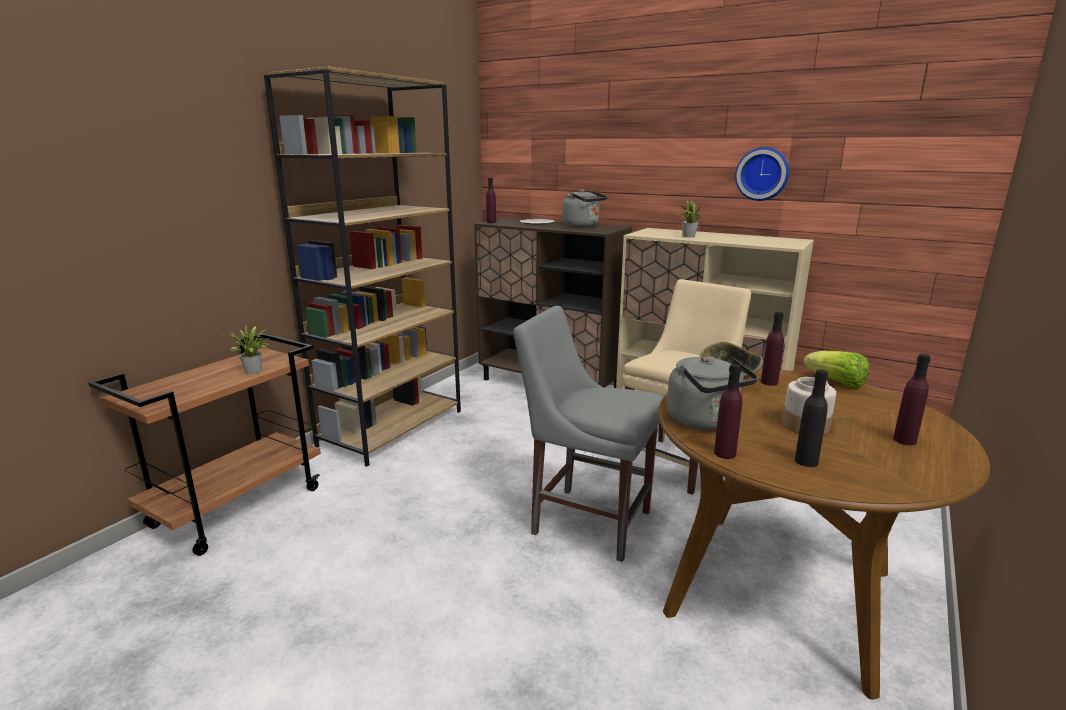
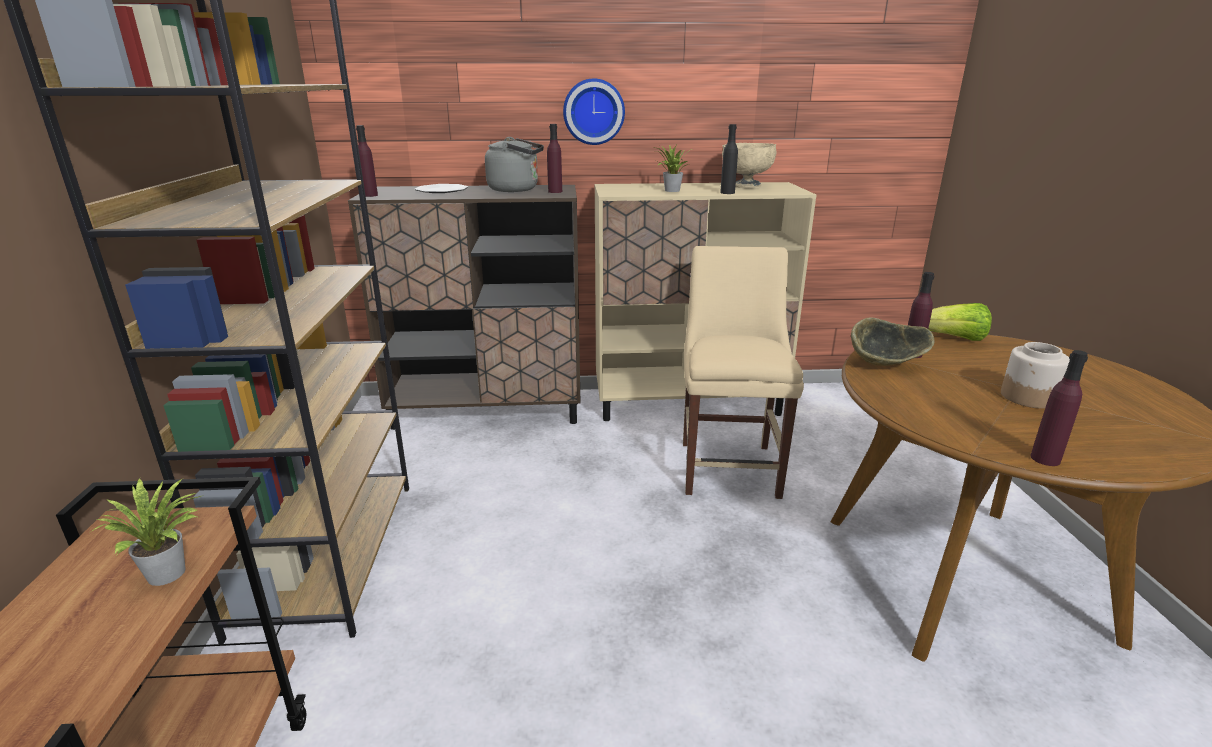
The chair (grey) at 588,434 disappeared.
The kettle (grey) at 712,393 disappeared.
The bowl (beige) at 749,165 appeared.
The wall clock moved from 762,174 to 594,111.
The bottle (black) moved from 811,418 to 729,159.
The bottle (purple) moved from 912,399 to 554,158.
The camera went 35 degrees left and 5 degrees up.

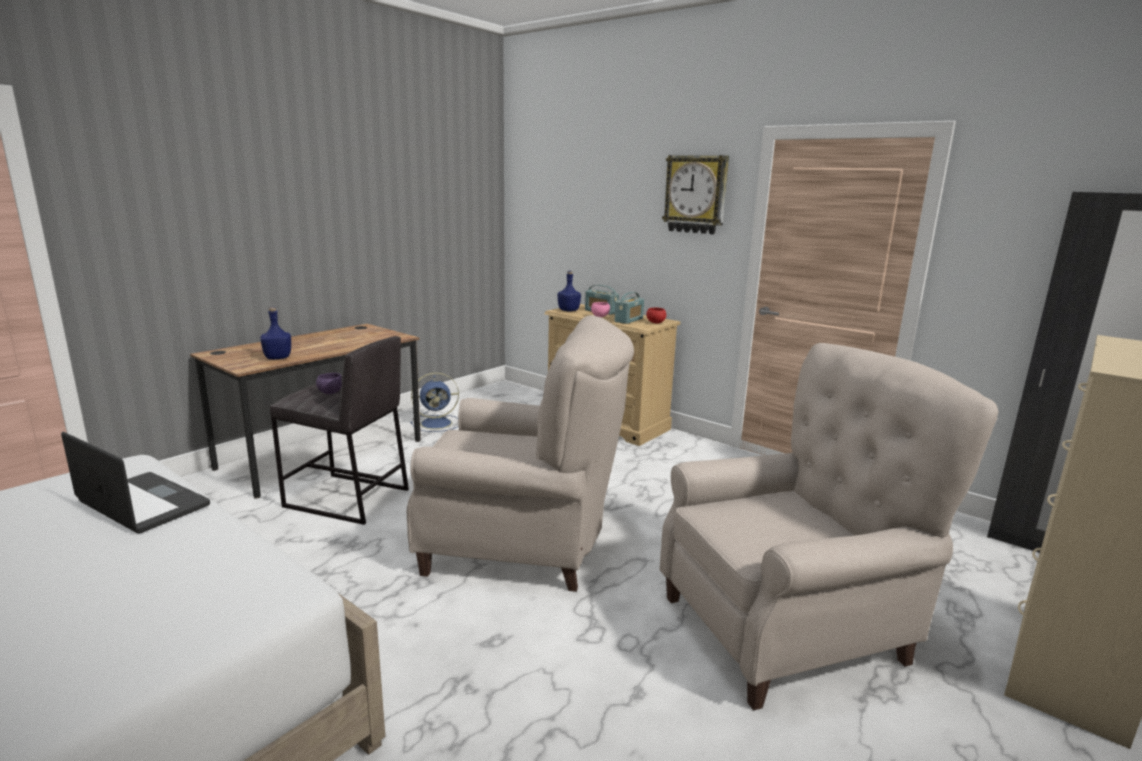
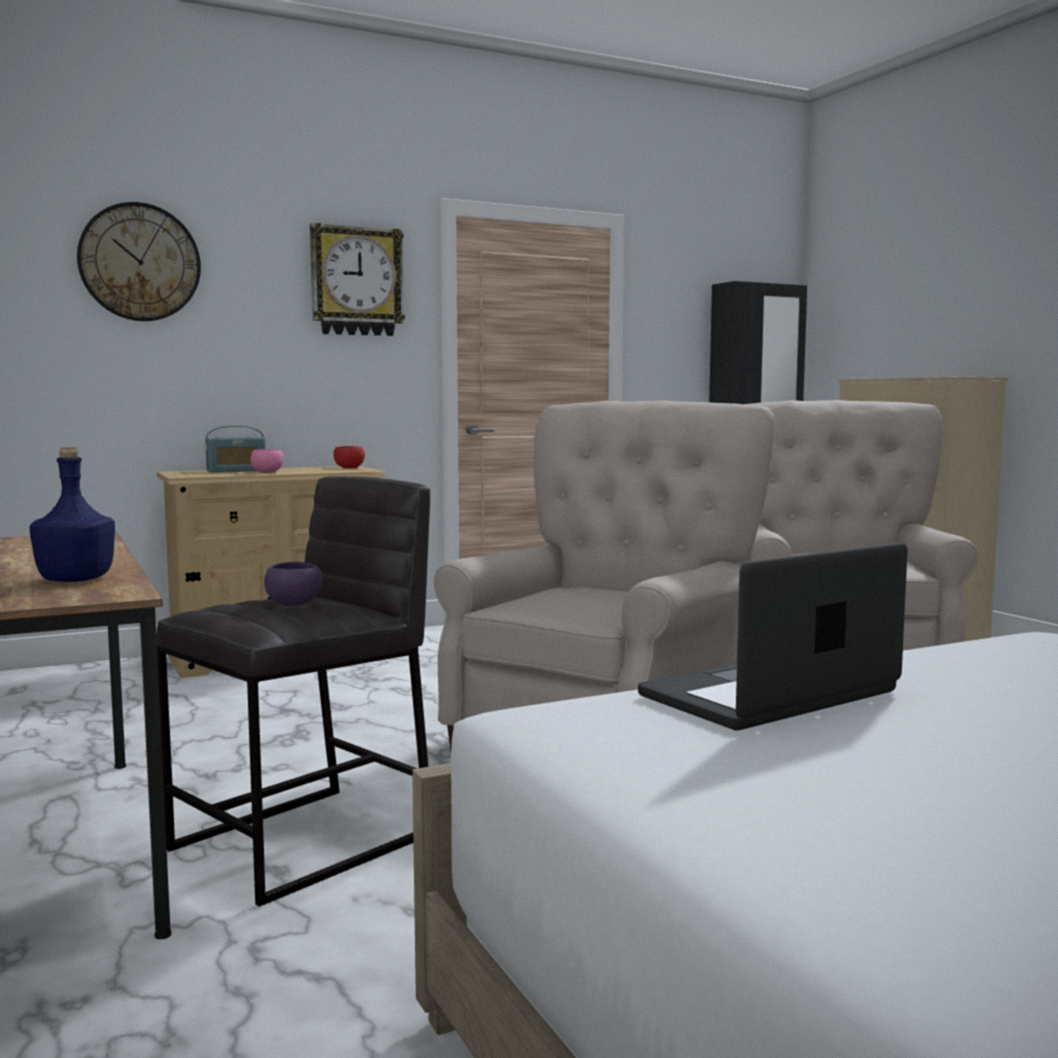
The fan (blue) at 434,402 disappeared.
The bottle (blue) at 569,291 disappeared.
The radio at 629,308 disappeared.
The wall clock at 139,261 appeared.
The camera went 65 degrees left and 10 degrees down.

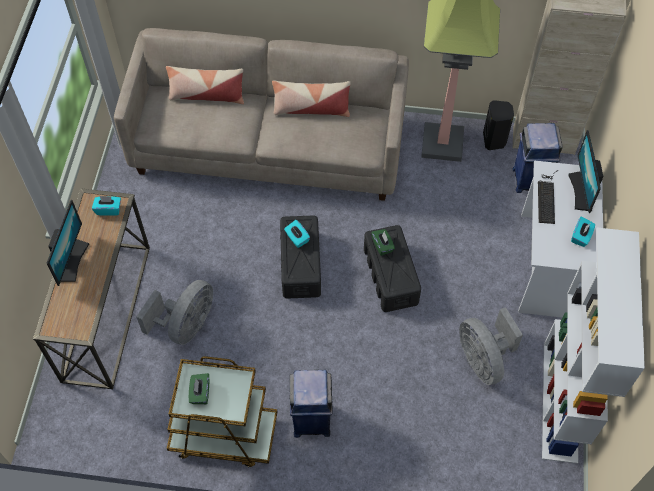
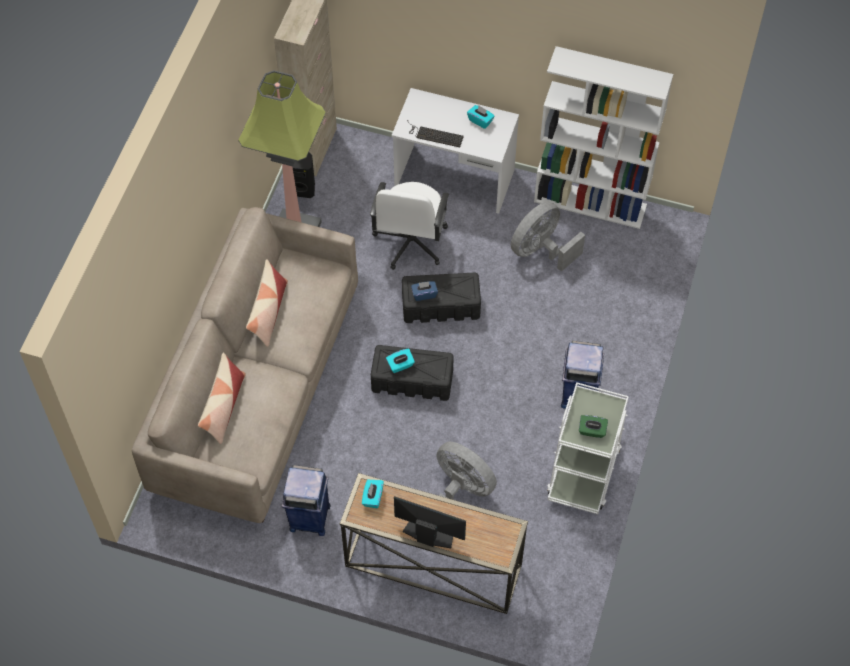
The monitor at 585,171 disappeared.
The office chair (white) at 409,226 appeared.
The trash can (blue) moved from 538,158 to 306,500.
The cart (brown) at 222,411 became the cart (white) at 588,448.
The tissue box (green) at 383,242 became the tissue box (blue) at 424,291.
The fan (grey) at 491,346 turned 150 degrees clockwise.
The camera went 80 degrees left and 0 degrees up.

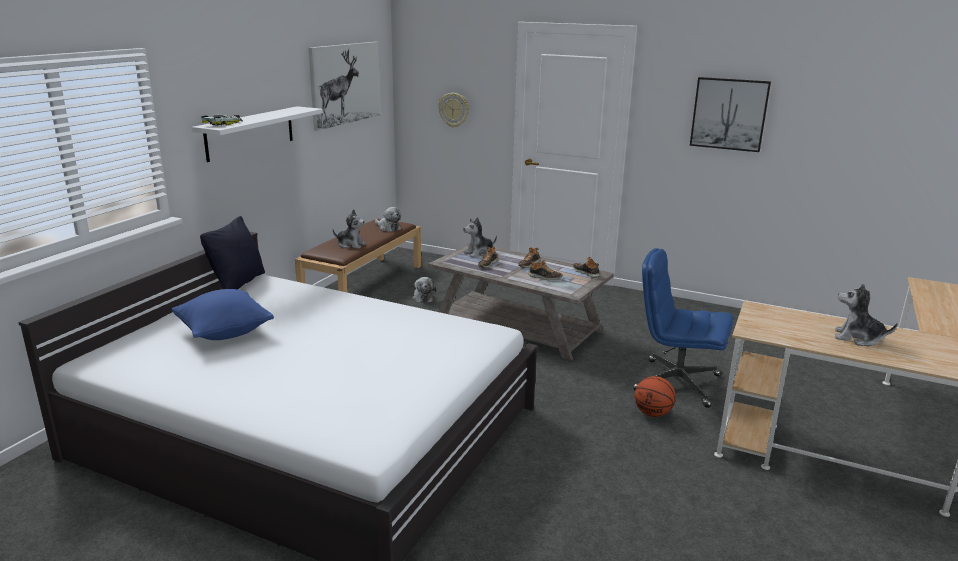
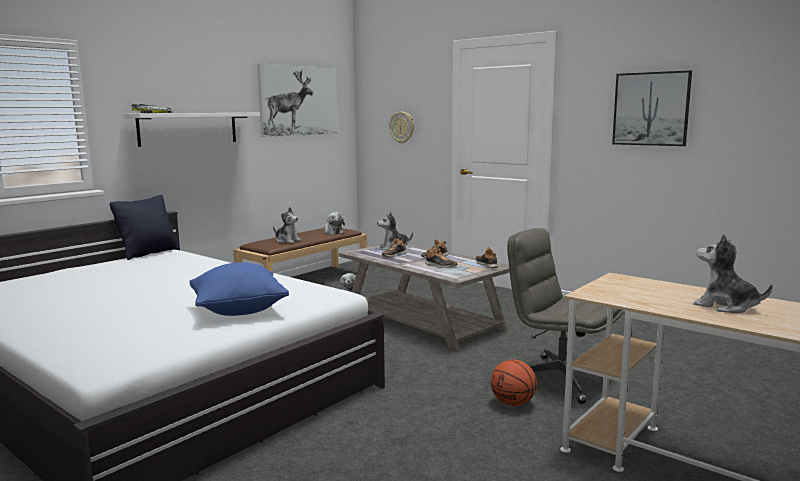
The pillow (blue) moved from 223,314 to 239,289.
The office chair (blue) at 683,328 became the office chair (grey) at 565,316.
The camera went 15 degrees right and 10 degrees down.

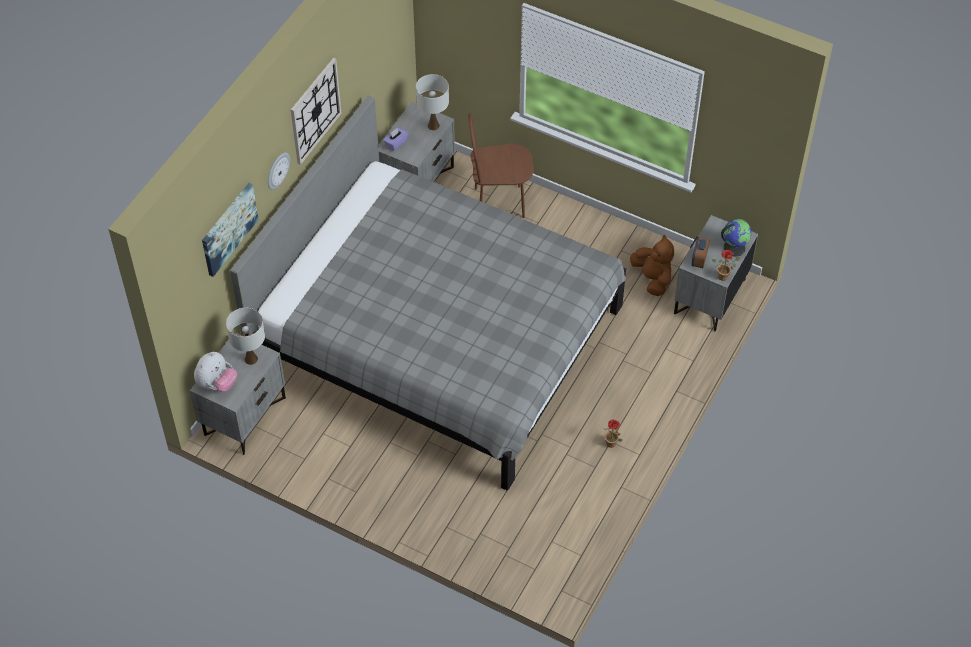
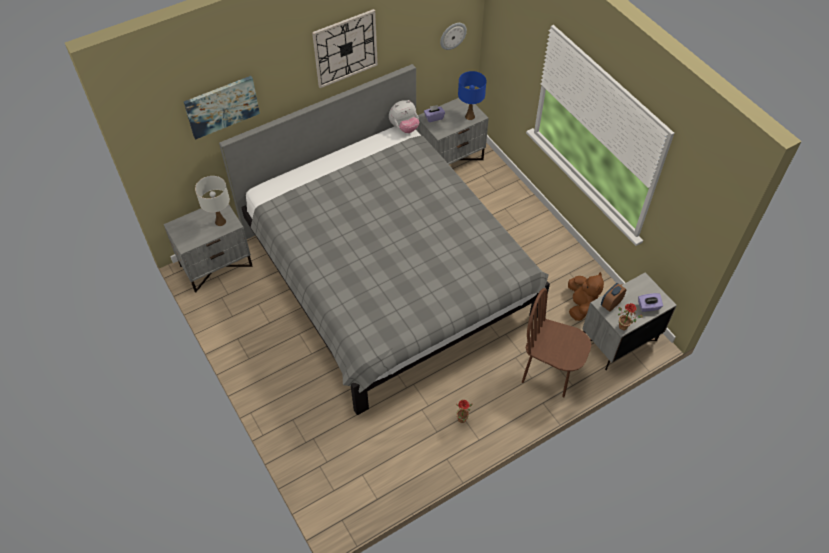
The plush toy moved from 215,372 to 404,116.
The wall clock moved from 279,171 to 453,36.
The chair (brown) moved from 501,166 to 556,342.
The globe at 736,238 was replaced by the tissue box (purple) at 650,302.
The table lamp (white) at 432,102 became the table lamp (blue) at 472,95.
The camera went 30 degrees right and 0 degrees up.

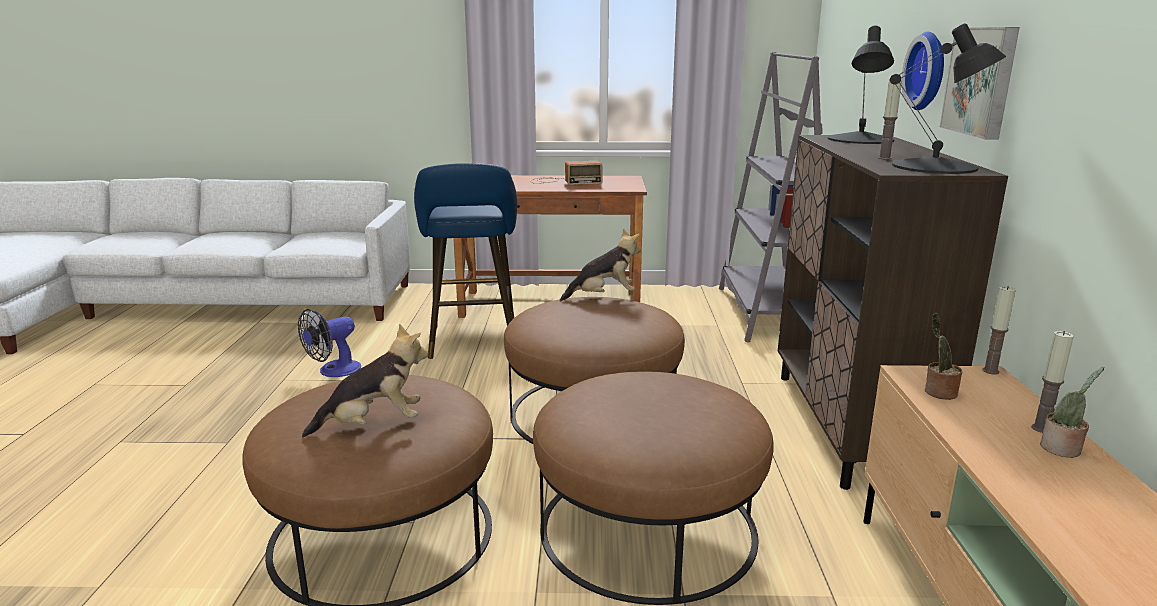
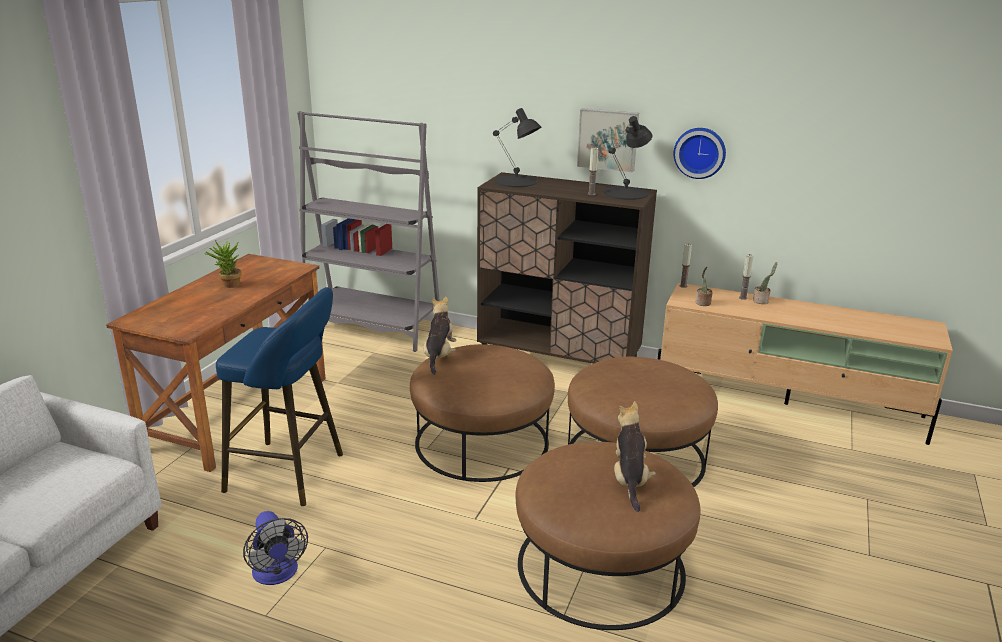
The wall clock moved from 923,70 to 700,153.
The radio at 566,173 was replaced by the potted plant at 223,264.
The camera went 70 degrees left and 5 degrees up.

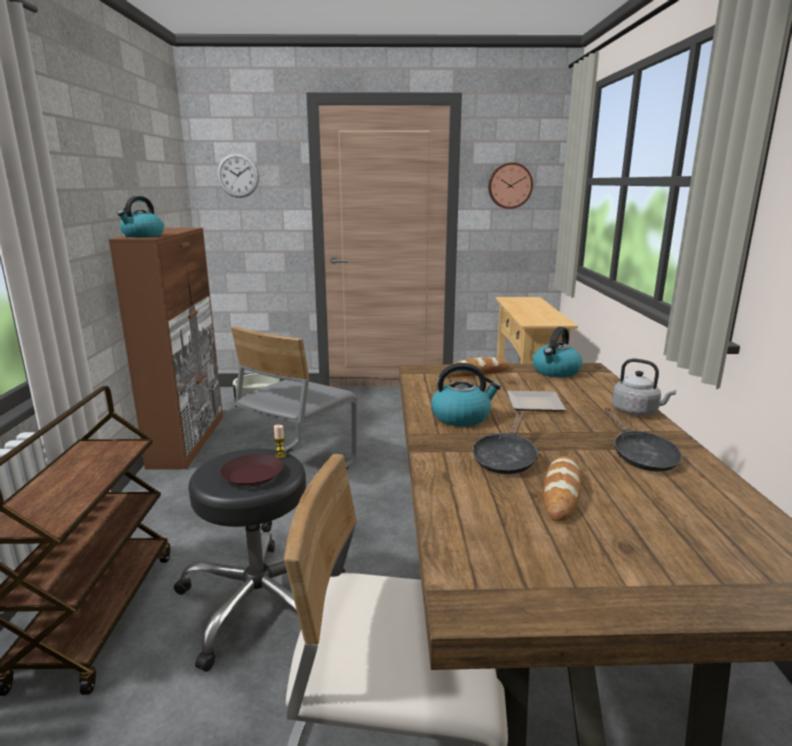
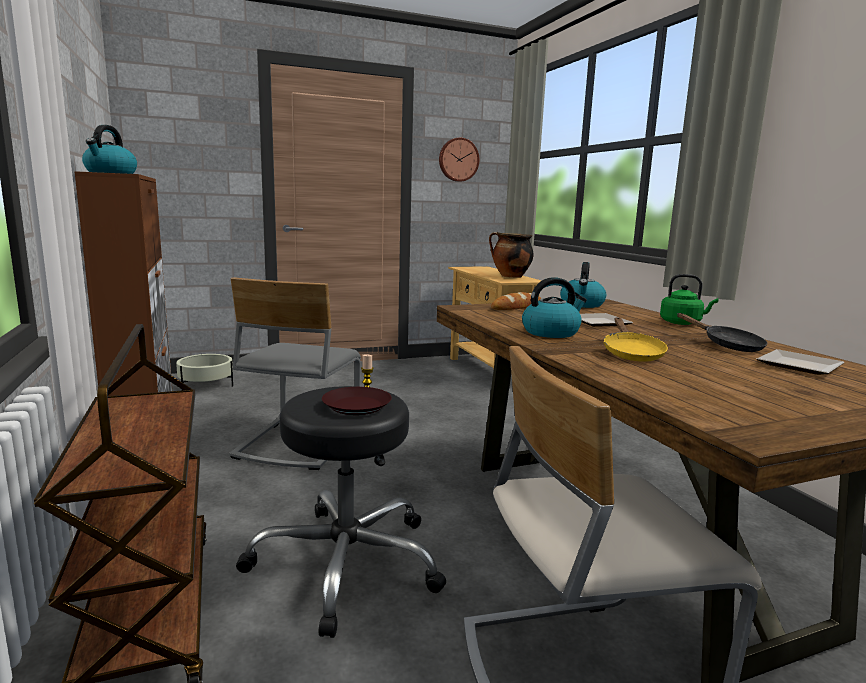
The wall clock at 238,175 disappeared.
The bread at 562,488 disappeared.
The cooking pot at 511,255 appeared.
The plate at 801,362 appeared.
The frying pan (black) at 505,442 became the frying pan (yellow) at 636,339.
The kettle (grey) at 644,387 became the kettle (green) at 689,299.
The camera went 20 degrees left and 5 degrees down.

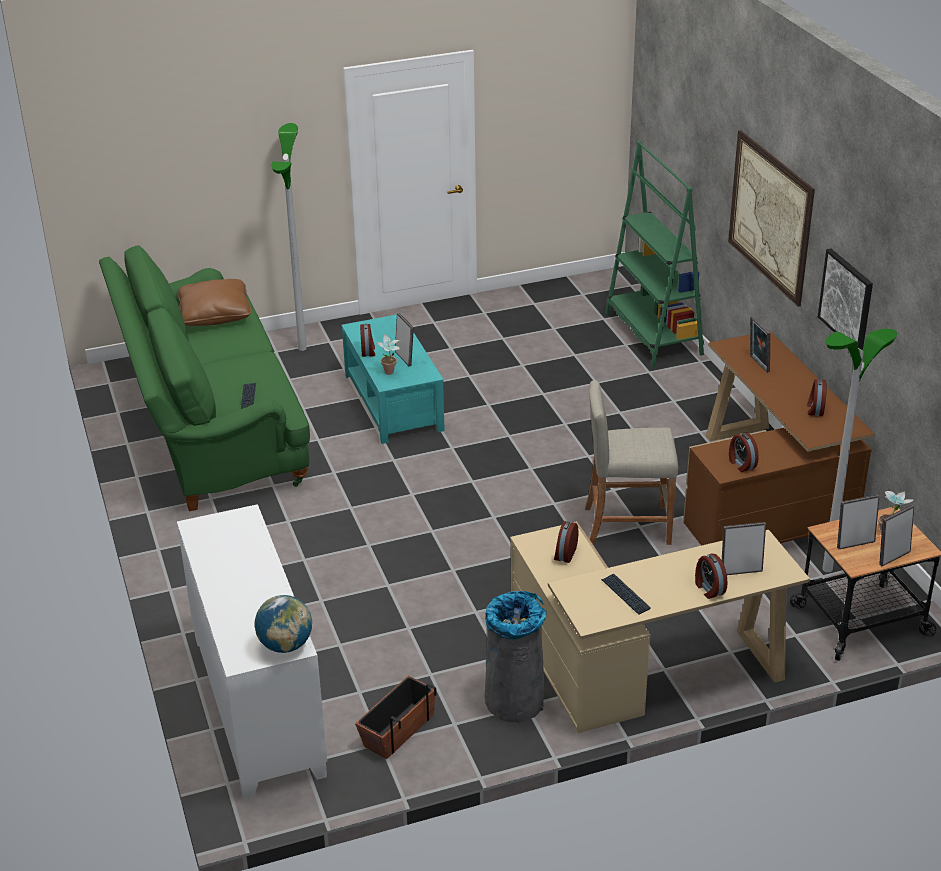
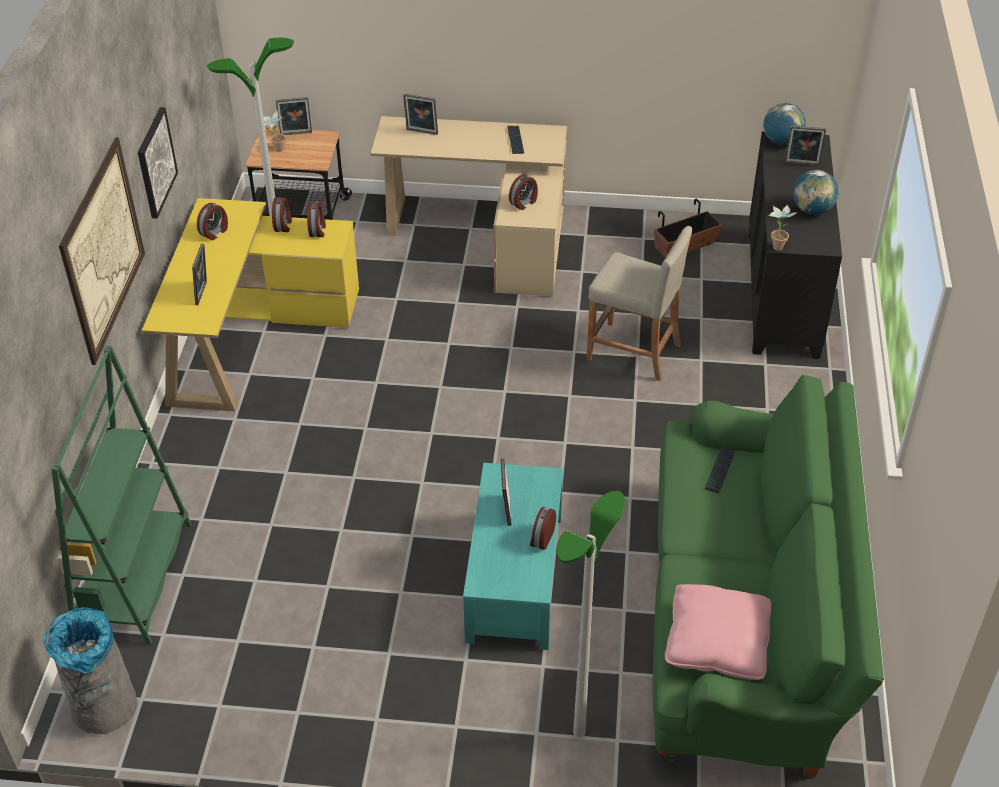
The globe at 815,192 appeared.
The potted plant moved from 388,354 to 783,228.
The trash can (grey) moved from 515,656 to 90,670.
The stool (beige) moved from 631,462 to 639,303.
The alarm clock moved from 711,576 to 282,214.
The picture frame moved from 858,521 to 805,145.
The pillow (brown) at 214,302 became the pillow (pink) at 718,632.
The cabinet (white) at 252,651 became the cabinet (black) at 795,245.
The desk (brown) at 779,438 became the desk (yellow) at 250,304.
The camera went 155 degrees left and 10 degrees up.

